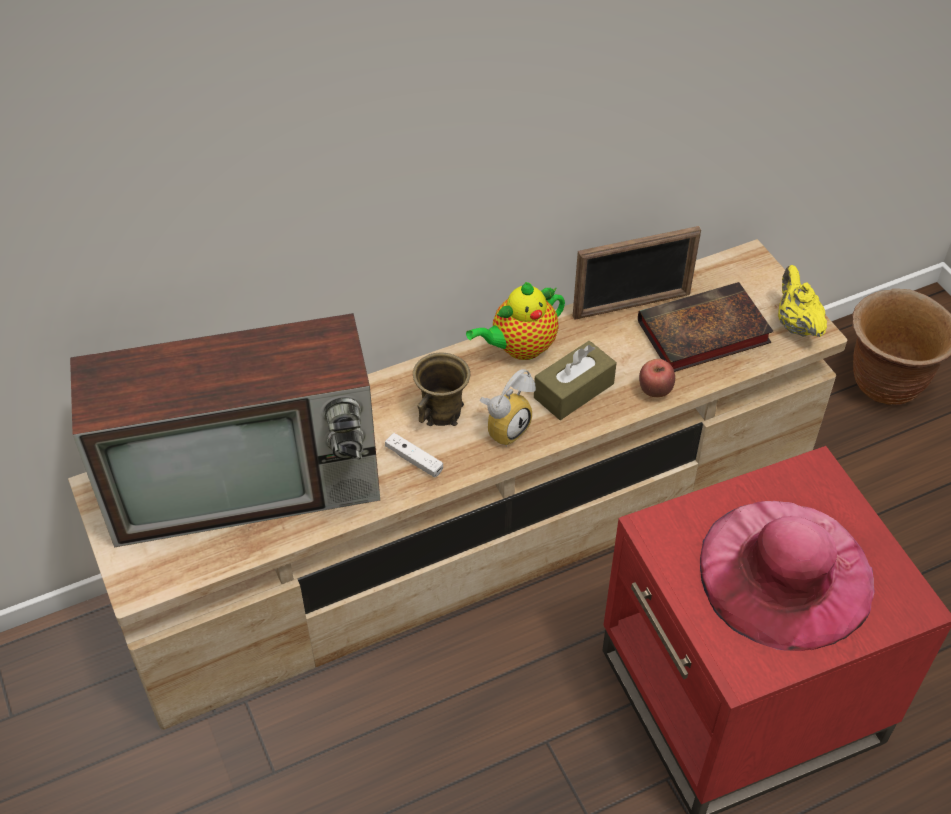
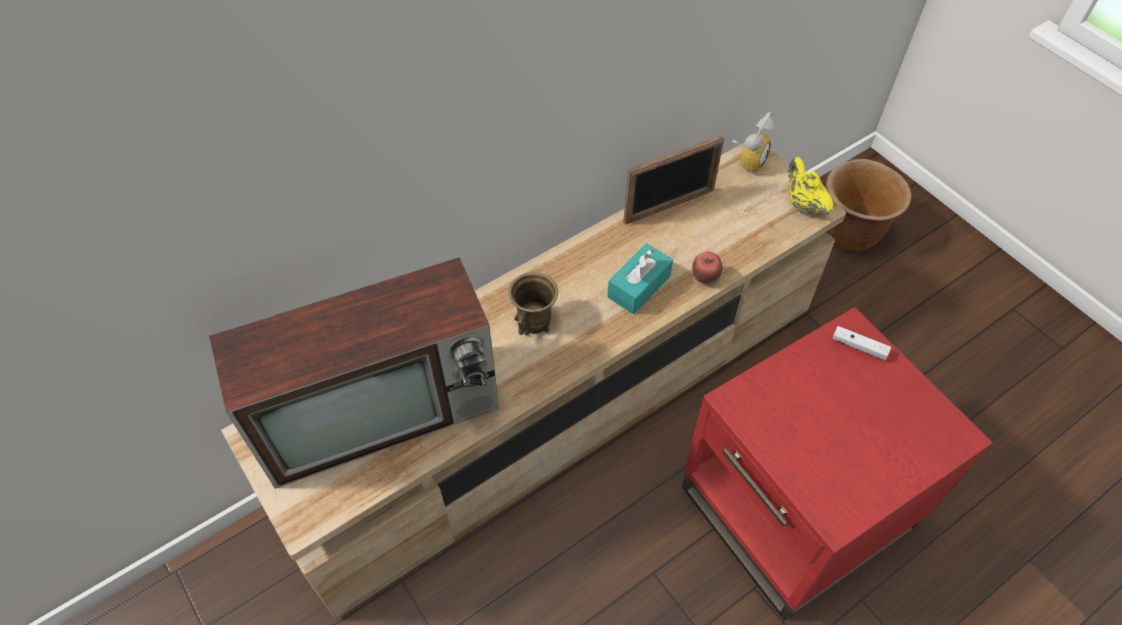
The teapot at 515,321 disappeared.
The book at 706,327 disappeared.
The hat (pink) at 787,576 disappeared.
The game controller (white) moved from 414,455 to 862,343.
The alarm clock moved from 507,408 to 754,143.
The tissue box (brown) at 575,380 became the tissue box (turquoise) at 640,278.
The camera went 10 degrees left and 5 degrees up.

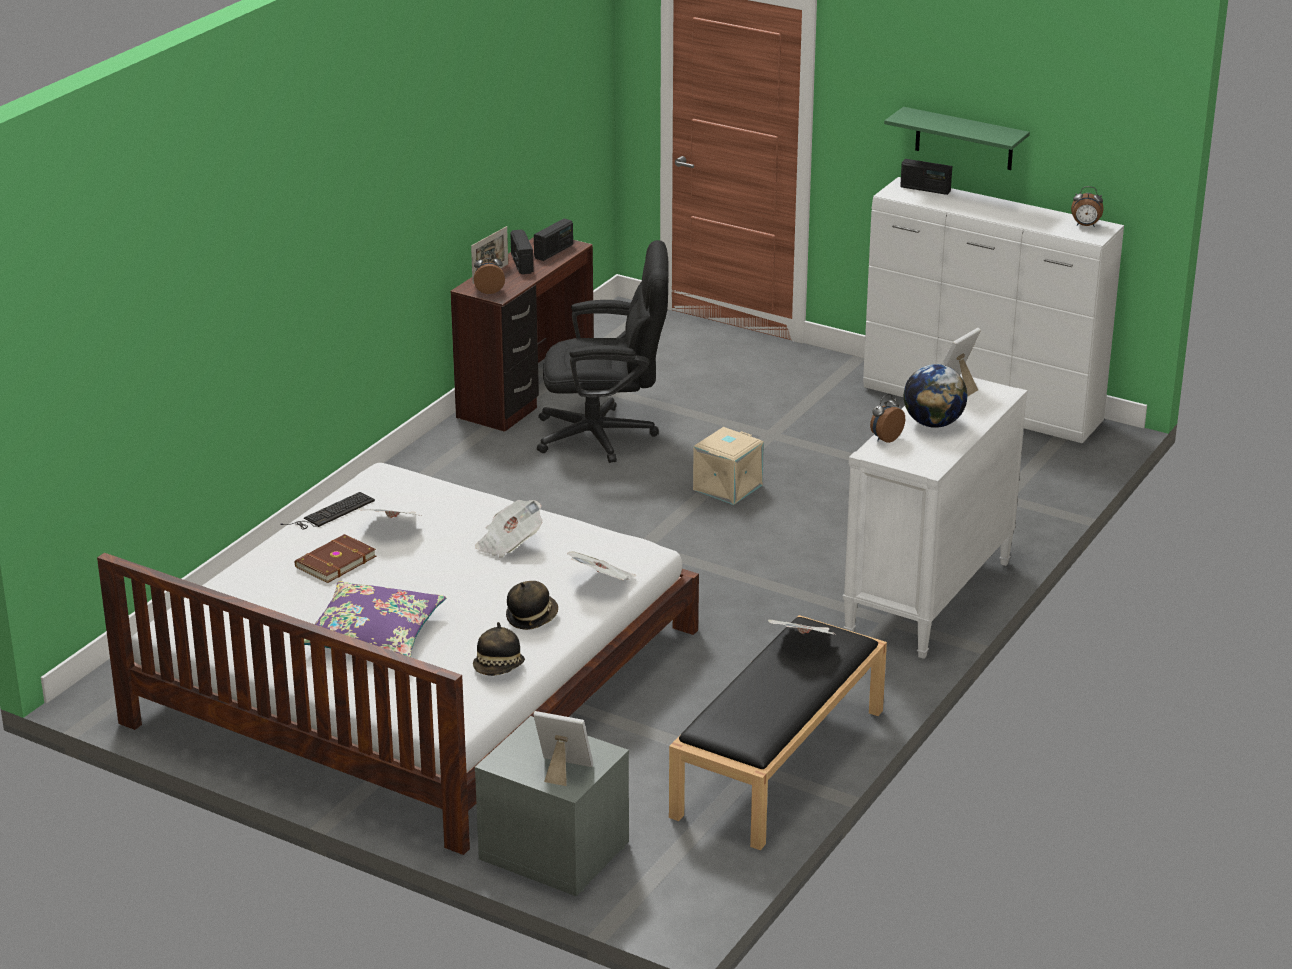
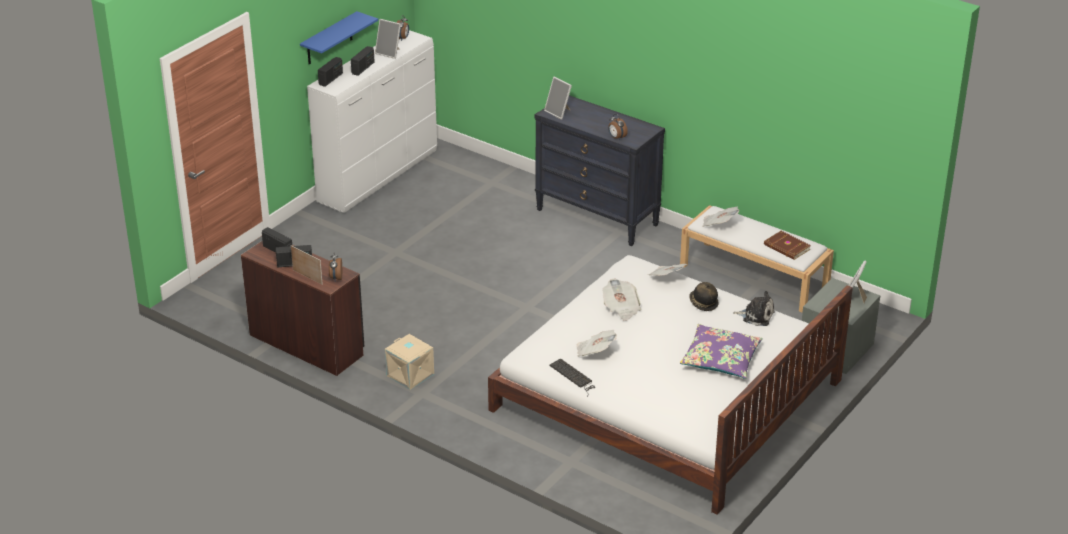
The office chair (black) at 603,351 disappeared.
The globe at 935,396 disappeared.
The radio at 363,61 appeared.
The picture frame at 388,39 appeared.
The book (brown) moved from 335,558 to 787,245.
The storage box (beige) moved from 728,466 to 409,362.
The hat at 499,649 was replaced by the plush toy at 753,308.
The bench (black) at 778,732 became the bench (white) at 757,259.
The dresser (white) at 935,516 became the dresser (black) at 600,170.
The shelf (green) at 957,138 became the shelf (blue) at 339,38.
The camera went 85 degrees left and 5 degrees up.

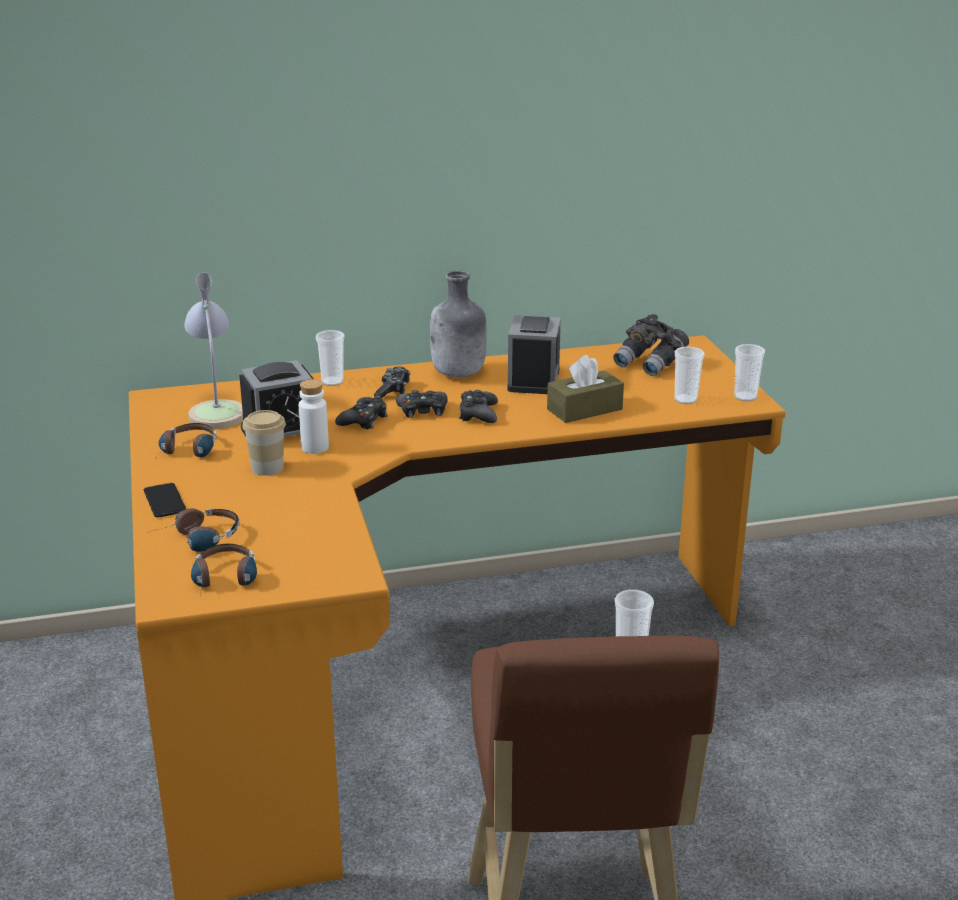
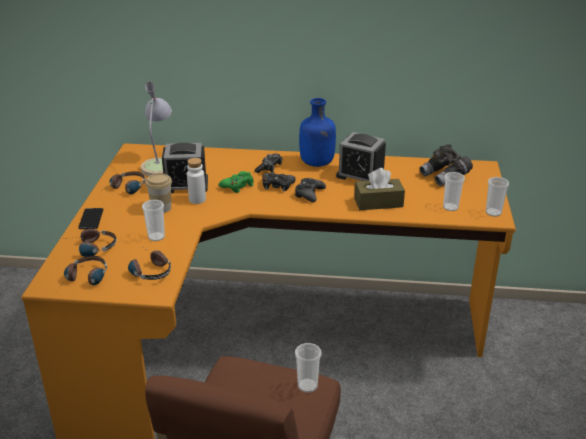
The headphones at 149,264 appeared.
The cup moved from 330,358 to 153,220.
The game controller (black) at 361,412 became the game controller (green) at 236,182.
The bottle (grey) at 458,324 became the bottle (blue) at 317,132.
The alarm clock at 534,354 turned 90 degrees clockwise.
The camera went 20 degrees right and 5 degrees up.

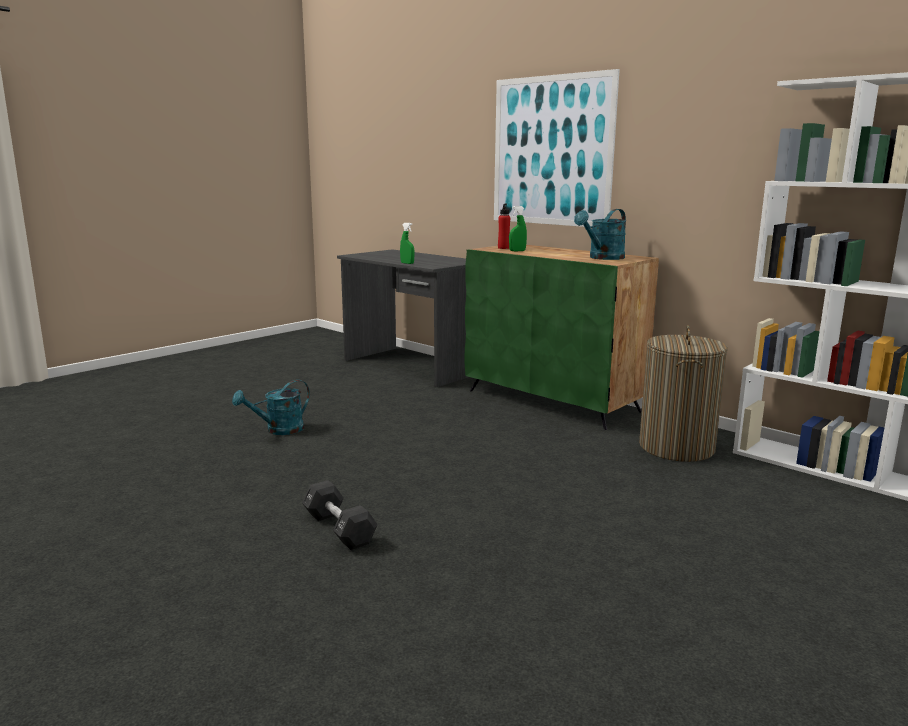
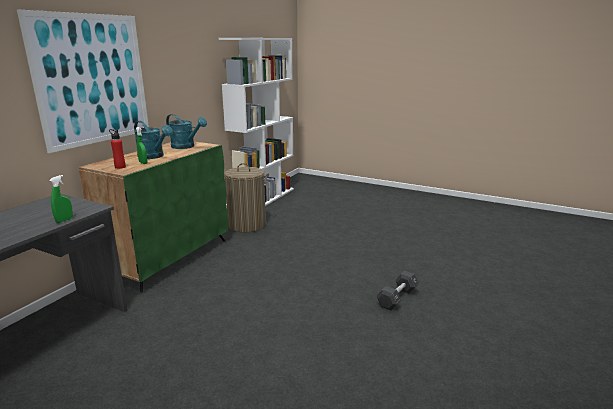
The watering can (turquoise) moved from 271,407 to 153,140.
The camera went 105 degrees left and 5 degrees up.

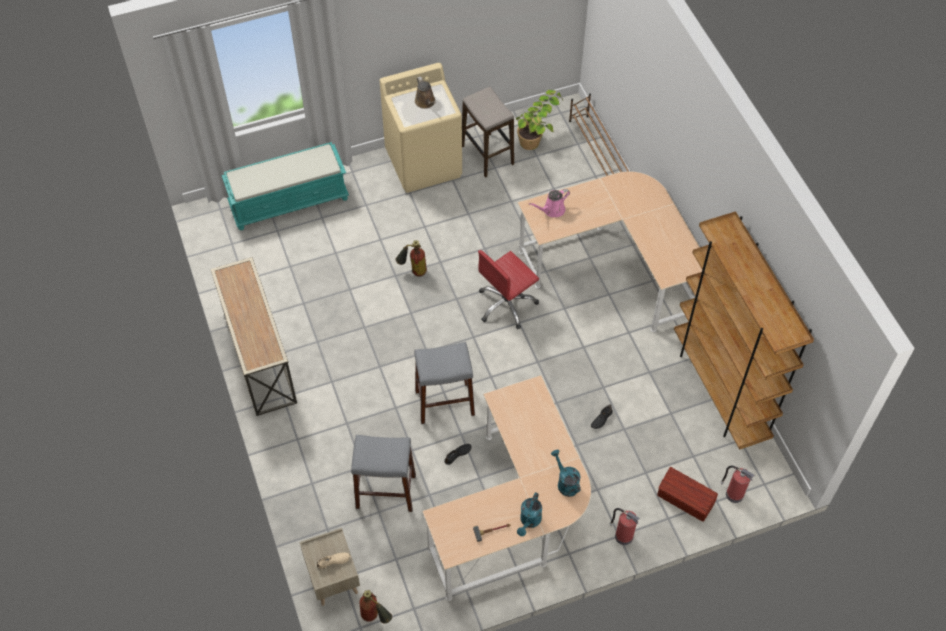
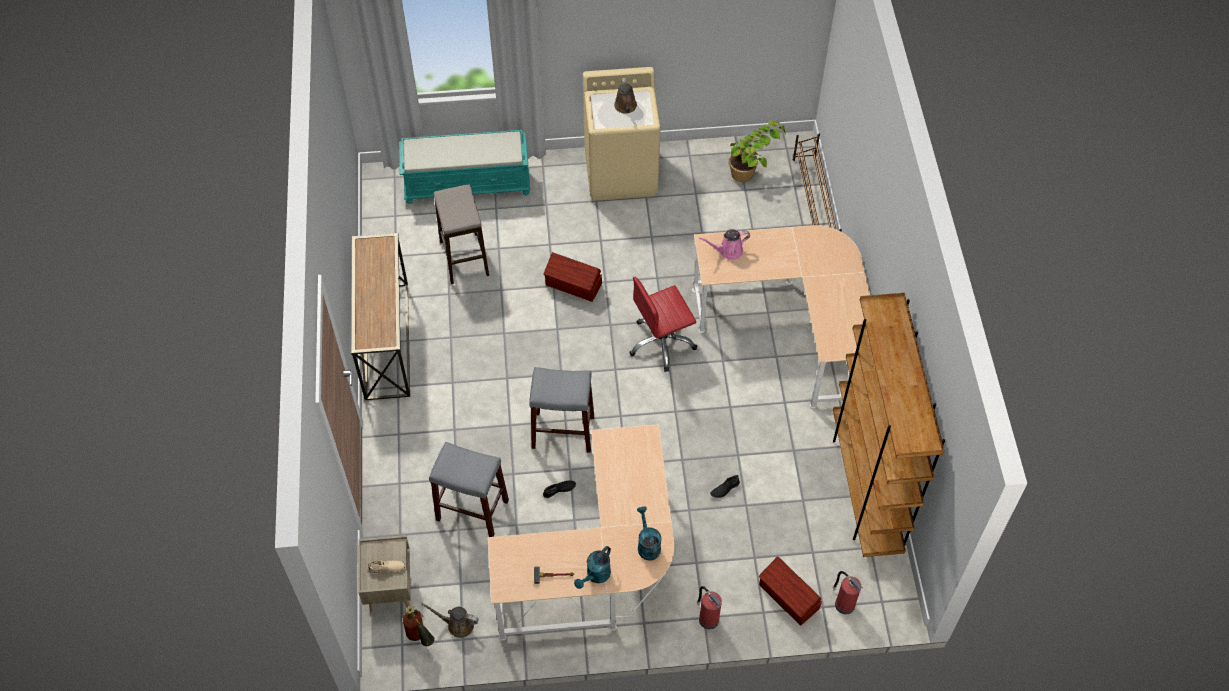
The watering can (brown) at 450,620 appeared.
The stool moved from 488,132 to 461,234.
The fire extinguisher at 411,258 was replaced by the storage box (brown) at 573,277.
The camera went 15 degrees right and 0 degrees up.

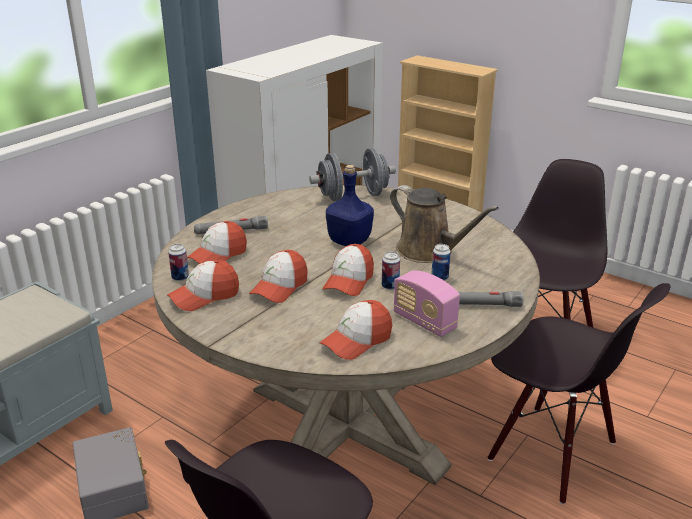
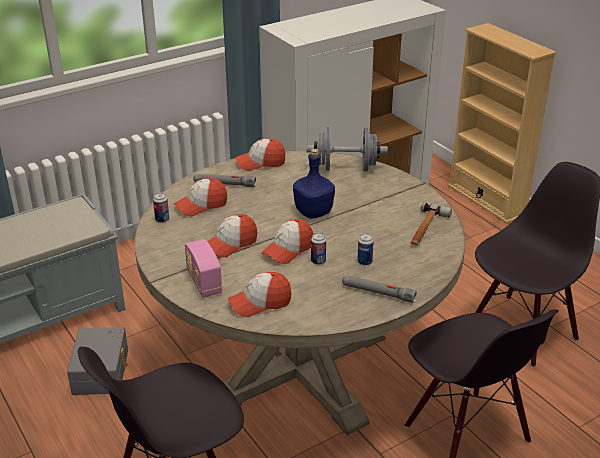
The watering can (brown) at 444,224 disappeared.
The hammer at 431,223 appeared.
The cap moved from 203,285 to 260,155.
The radio moved from 426,303 to 203,268.
The camera went 20 degrees right and 5 degrees up.

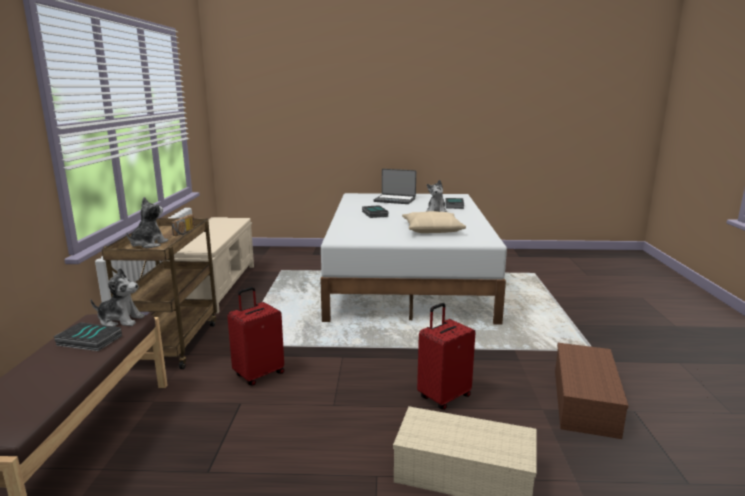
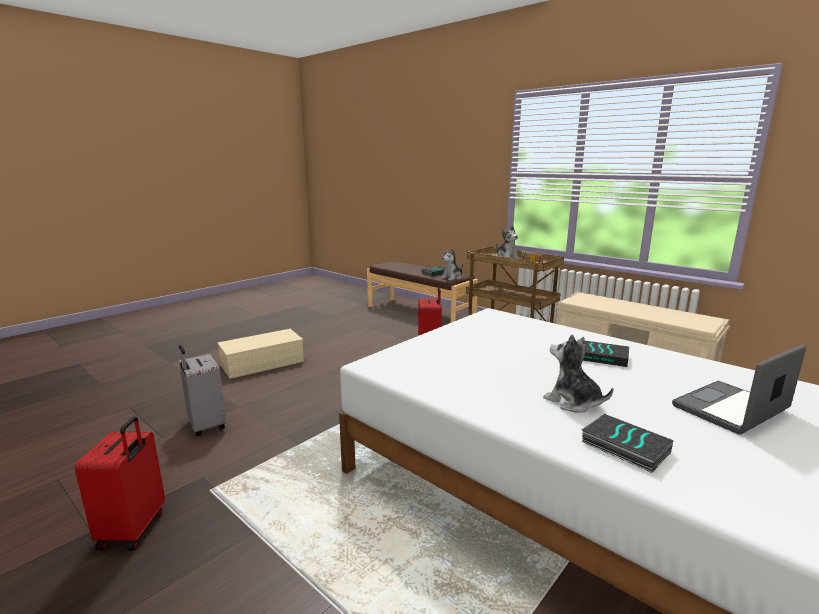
The pillow (beige) at 434,222 disappeared.
The suitcase (red) moved from 446,356 to 120,483.
The storage box (brown) at 592,391 was replaced by the suitcase (grey) at 202,390.
The camera went 130 degrees right and 0 degrees up.

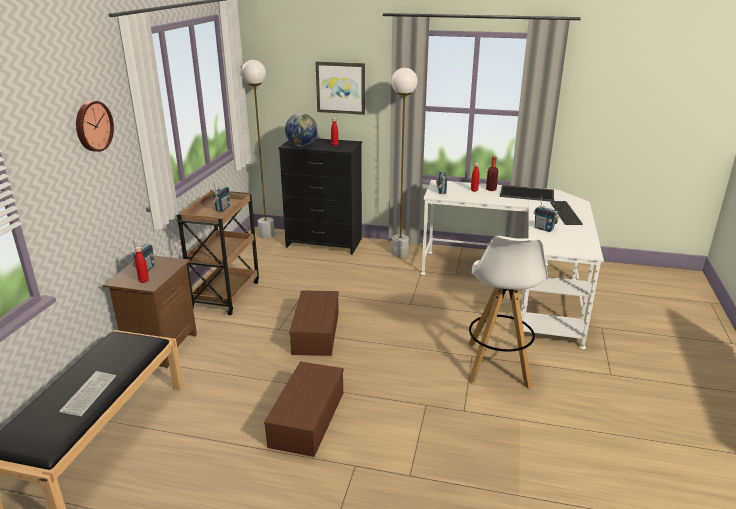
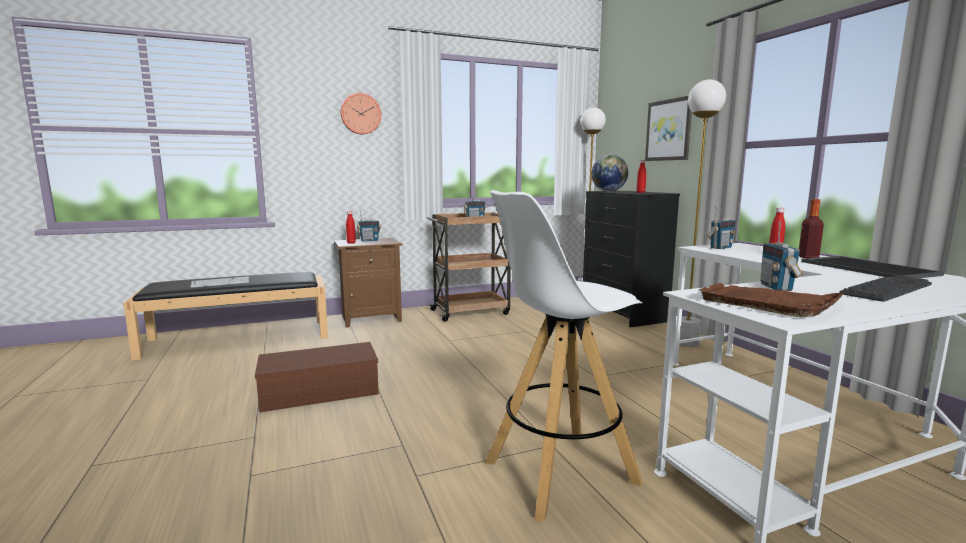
The storage box (brown) at 314,323 disappeared.
The tray (brown) at 772,300 appeared.
The camera went 55 degrees right and 15 degrees down.

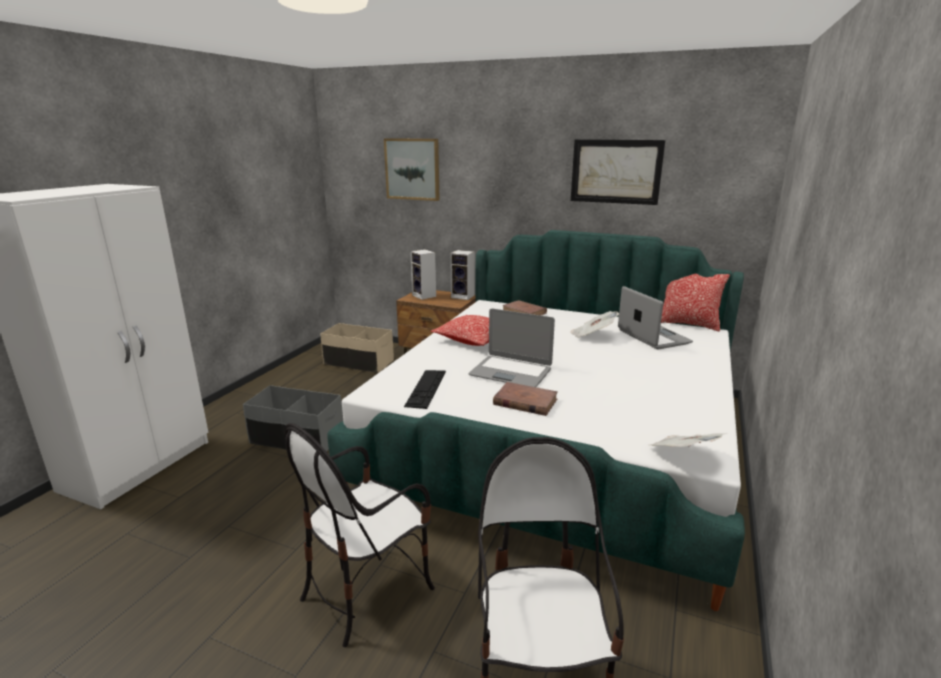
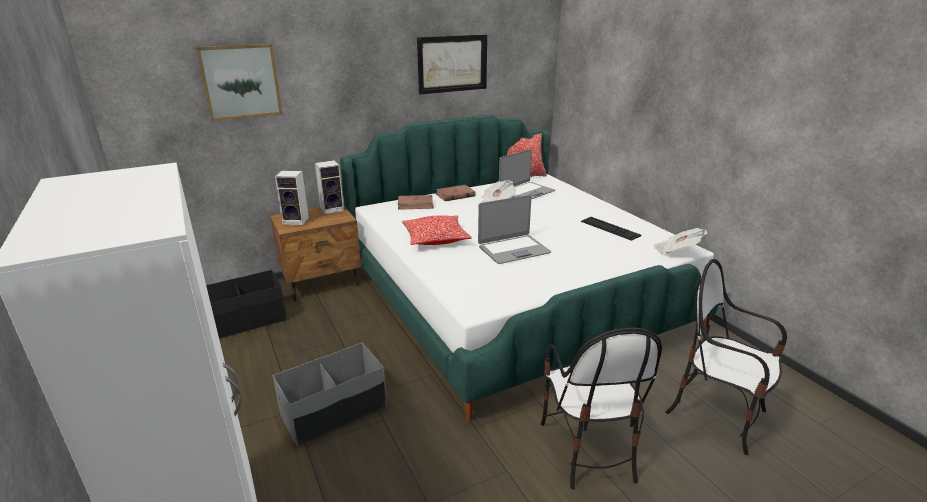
The keyboard moved from 425,389 to 611,229.
The book (brown) moved from 525,399 to 455,193.
The storage box (beige) at 357,348 became the storage box (black) at 246,304.
The laptop at 655,318 turned 120 degrees clockwise.
The camera went 50 degrees left and 5 degrees up.

